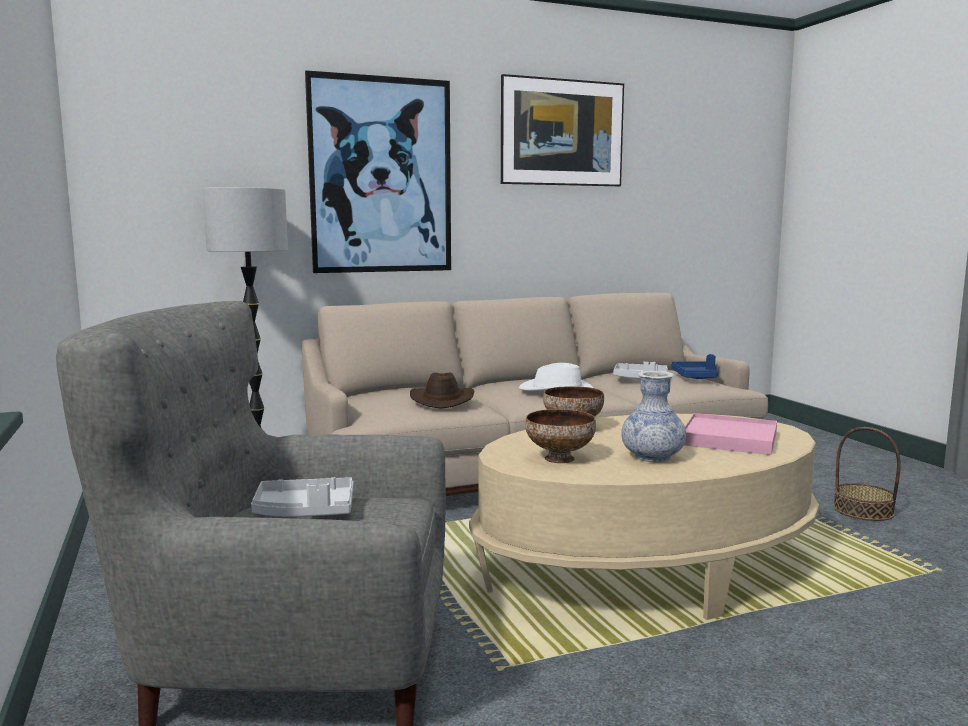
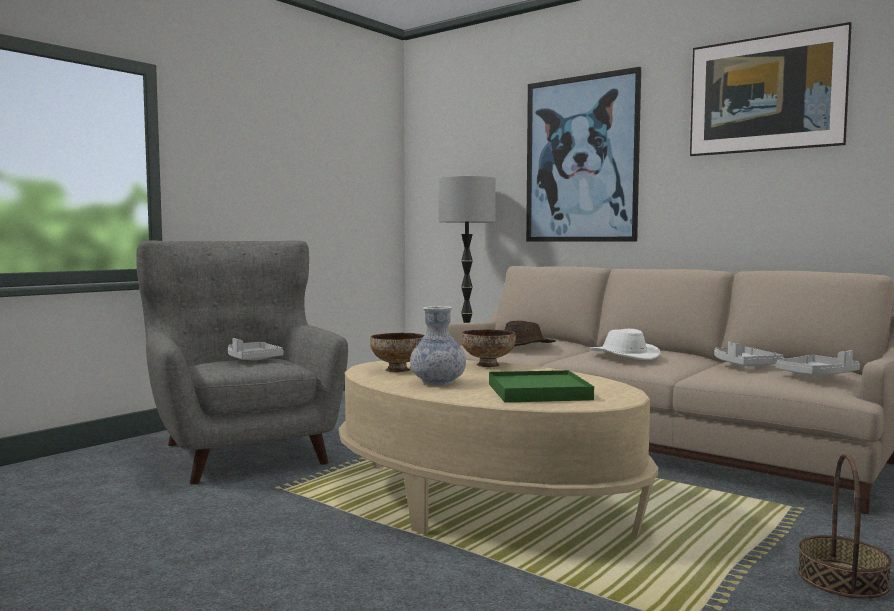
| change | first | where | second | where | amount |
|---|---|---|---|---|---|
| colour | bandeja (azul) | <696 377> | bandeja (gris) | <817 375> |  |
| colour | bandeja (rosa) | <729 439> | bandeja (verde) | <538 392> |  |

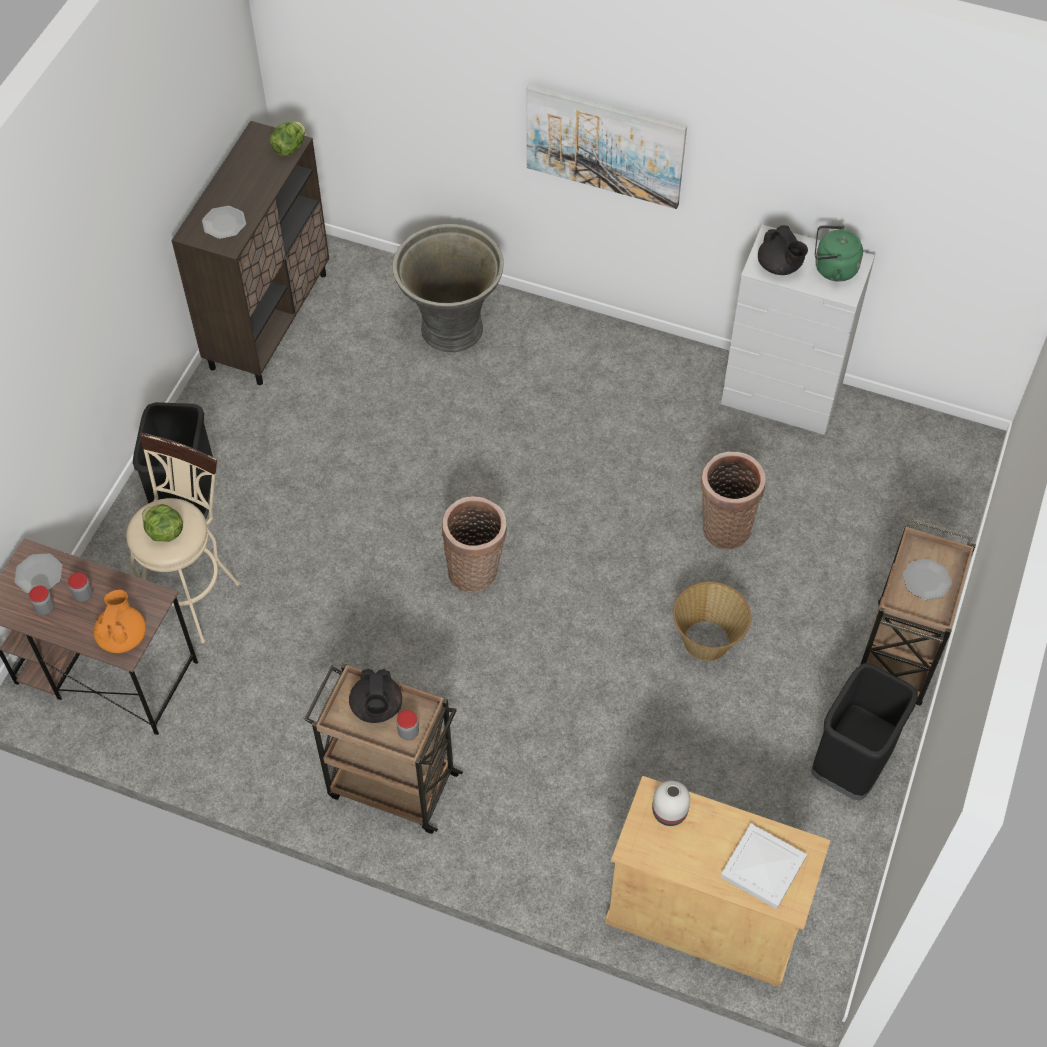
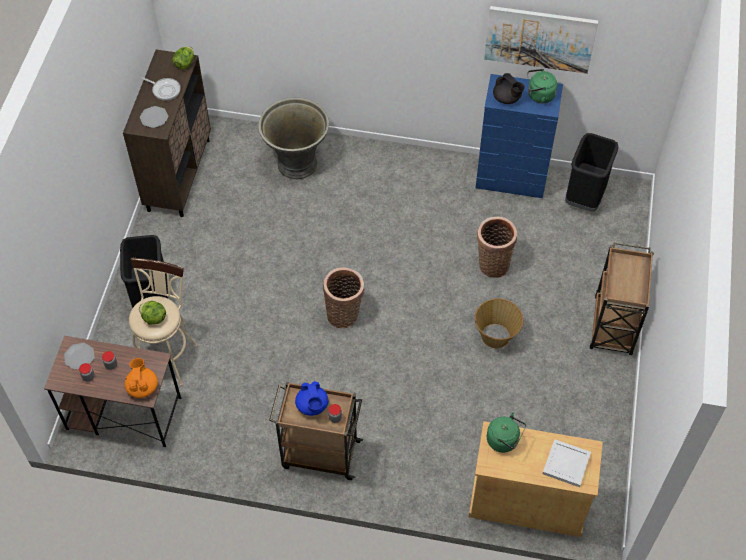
| change | first | where | second | where | amount |
|---|---|---|---|---|---|
| relocated | cuadro | <605 145> |  | <539 38> |  |
| colour | cómoda (blanco) | <781 397> | cómoda (azul) | <511 178> |  |
| missing | plato | <926 580> |  |  |  |
| relocated | papelera (negro) | <851 765> |  | <585 197> |  |
| colour | tetera (negro) | <377 708> | tetera (azul) | <312 406> |  |
| exchanged | florero (blanco) | <669 813> | hervidor (verde) | <504 441> |  |
| appeared |  |  | sartén | <165 90> |  |

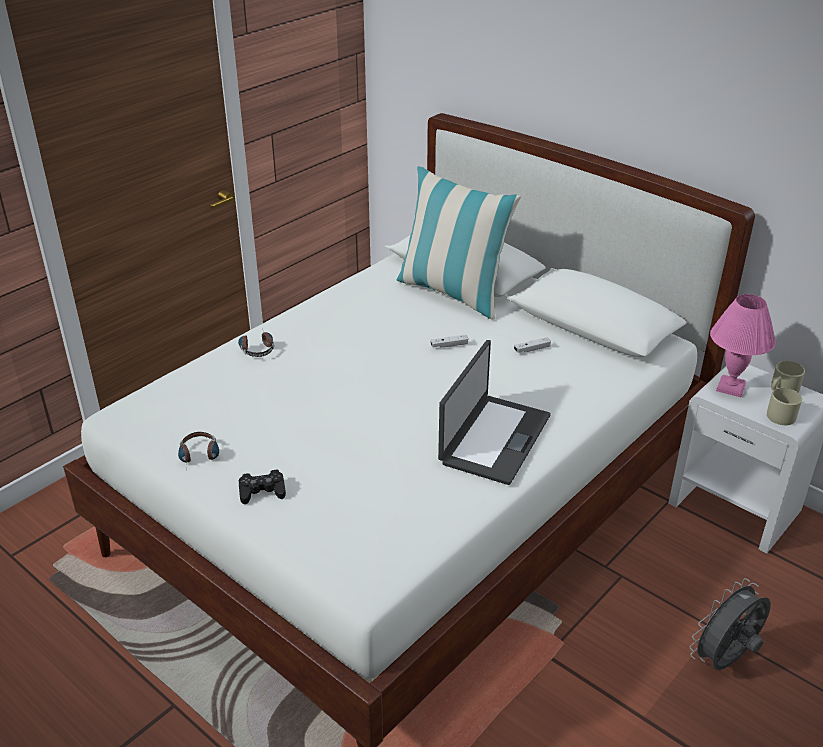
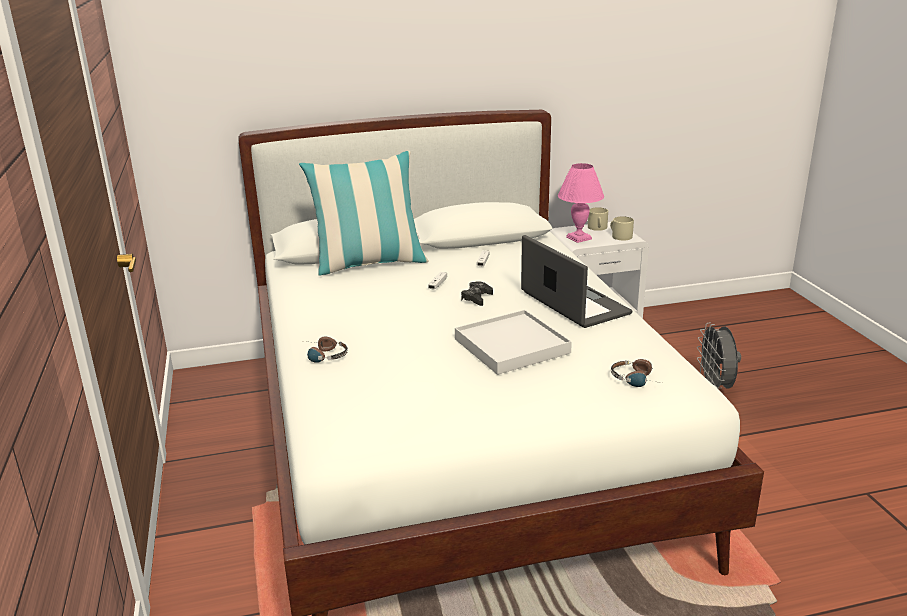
| change | first | where | second | where | amount |
|---|---|---|---|---|---|
| relocated | auriculares | <199 457> |  | <639 379> |  |
| relocated | mando de consola (negro) | <262 491> |  | <477 298> |  |
| appeared |  |  | bandeja (blanco) | <511 346> |  |

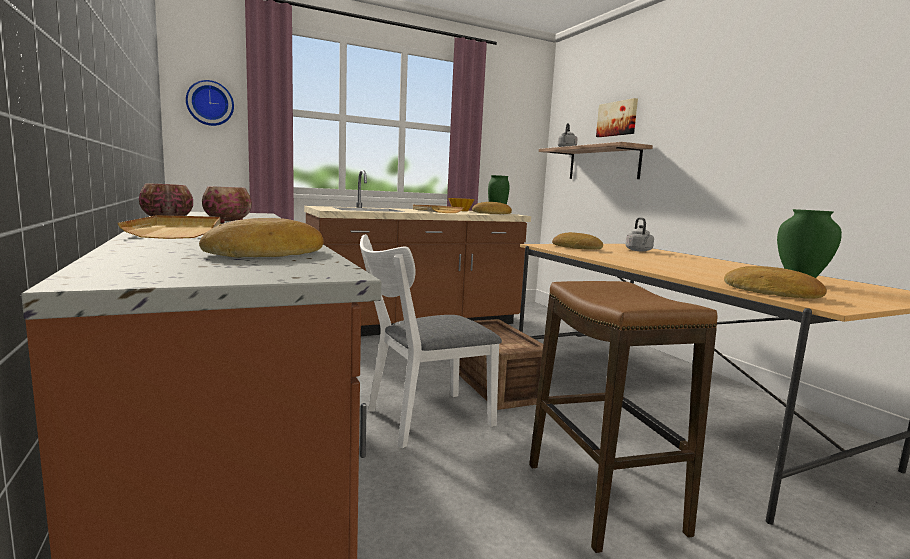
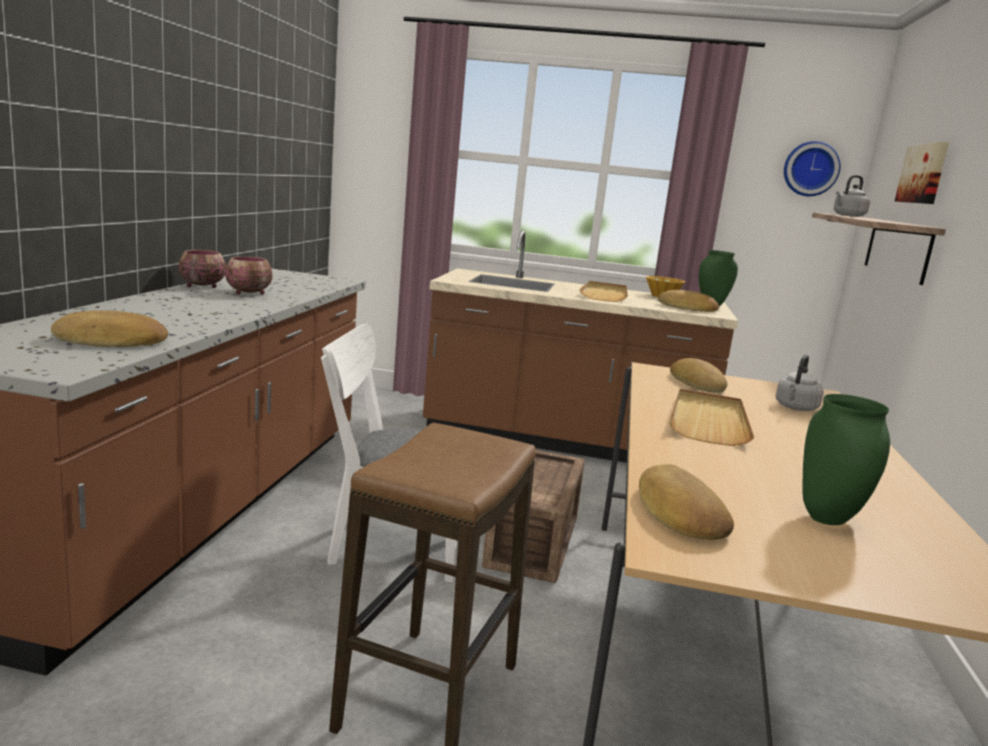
| change | first | where | second | where | amount |
|---|---|---|---|---|---|
| relocated | reloj de pared | <210 103> |  | <810 169> |  |
| relocated | bandeja (beis) | <180 231> |  | <708 421> |  |

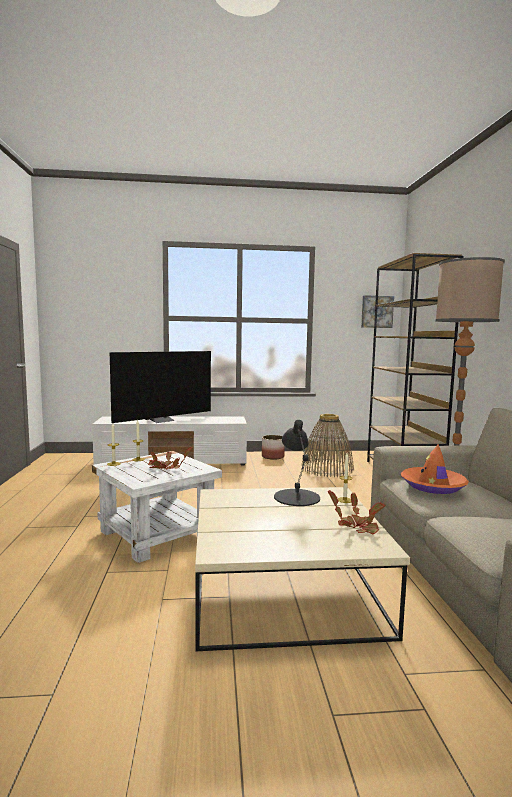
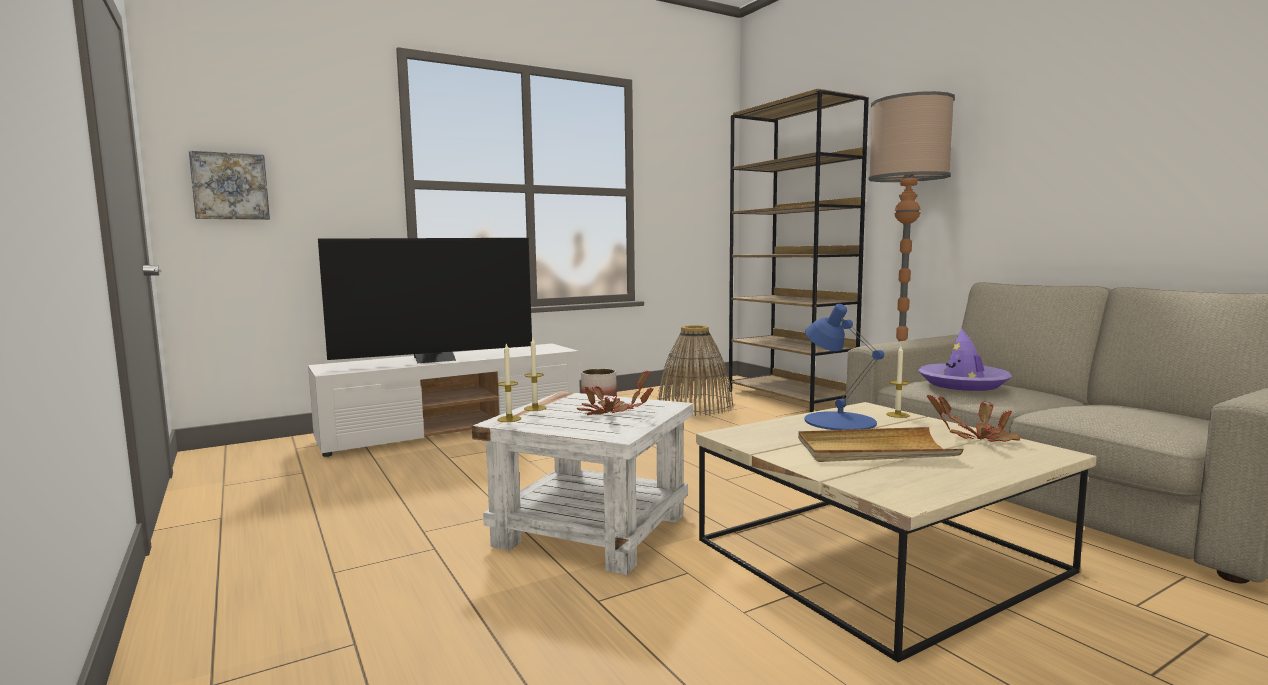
| change | first | where | second | where | amount |
|---|---|---|---|---|---|
| relocated | cuadro | <376 312> |  | <230 186> |  |
| spun | televisor | <162 420> |  | <436 360> | 45 degrees clockwise |
| colour | lámpara de mesa (negro) | <297 497> | lámpara de mesa (azul) | <839 421> |  |
| colour | sombrero (naranja) | <433 486> | sombrero (morado) | <963 384> |  |
| appeared |  |  | bandeja (beis) | <874 451> |  |

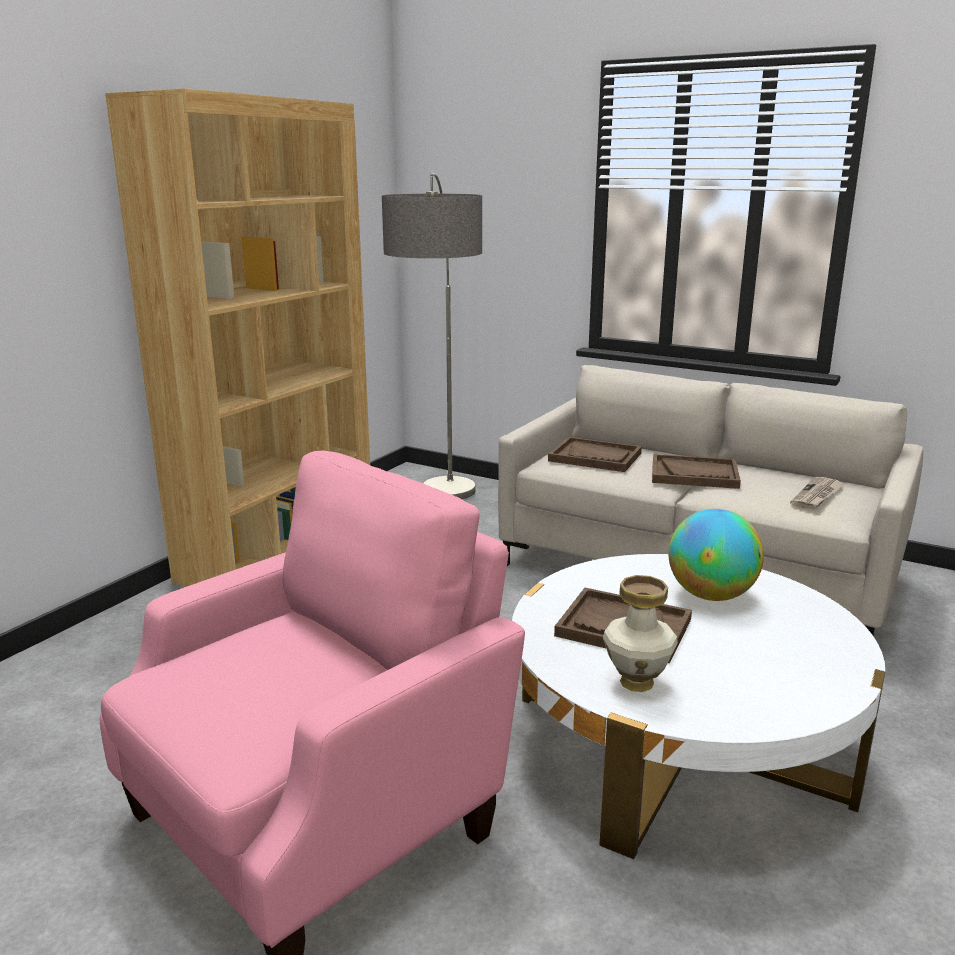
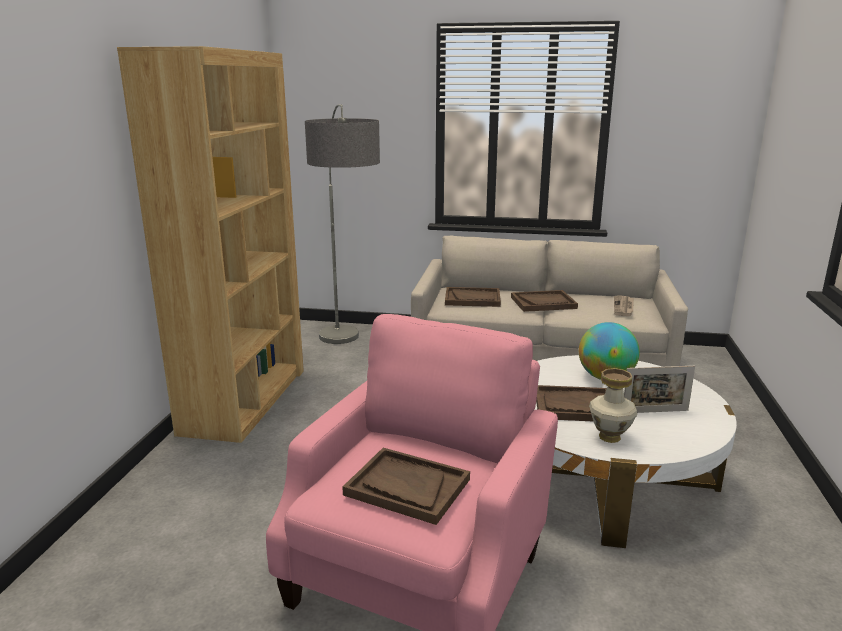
| change | first | where | second | where | amount |
|---|---|---|---|---|---|
| appeared |  |  | portarretratos | <655 411> |  |
| appeared |  |  | bandeja (marrón) | <407 487> |  |

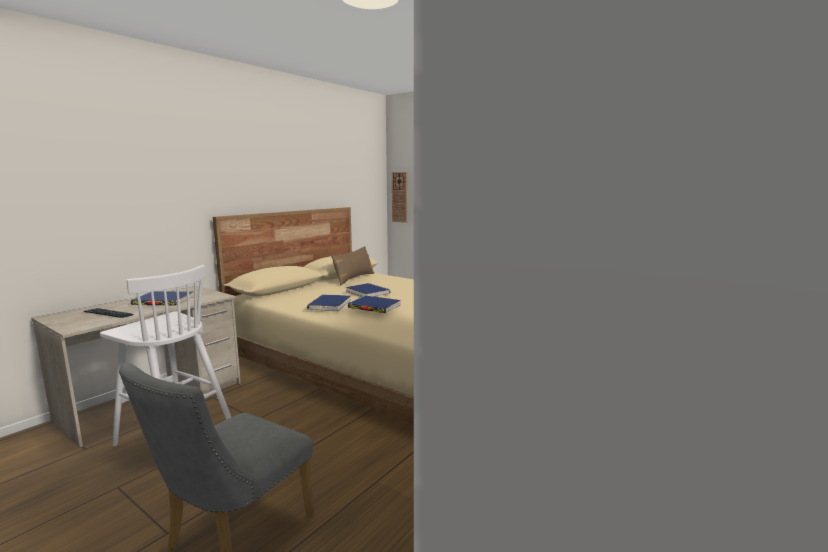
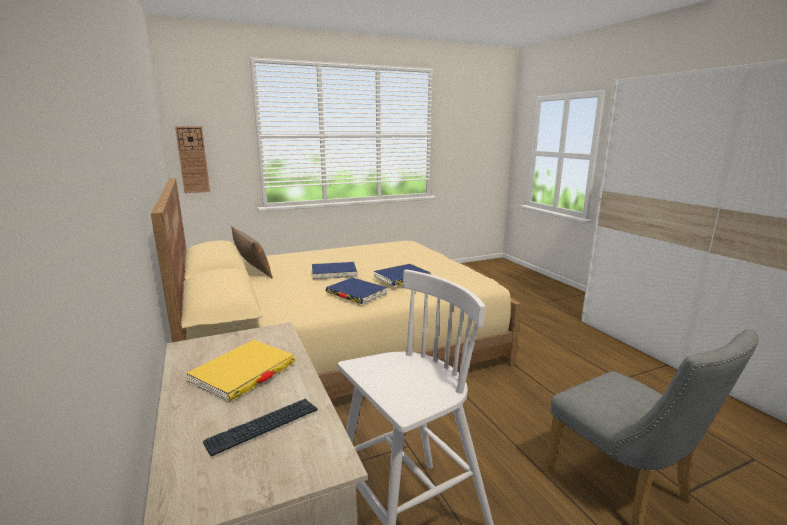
| change | first | where | second | where | amount |
|---|---|---|---|---|---|
| colour | libro (azul) | <163 301> | libro (amarillo) | <243 373> |  |

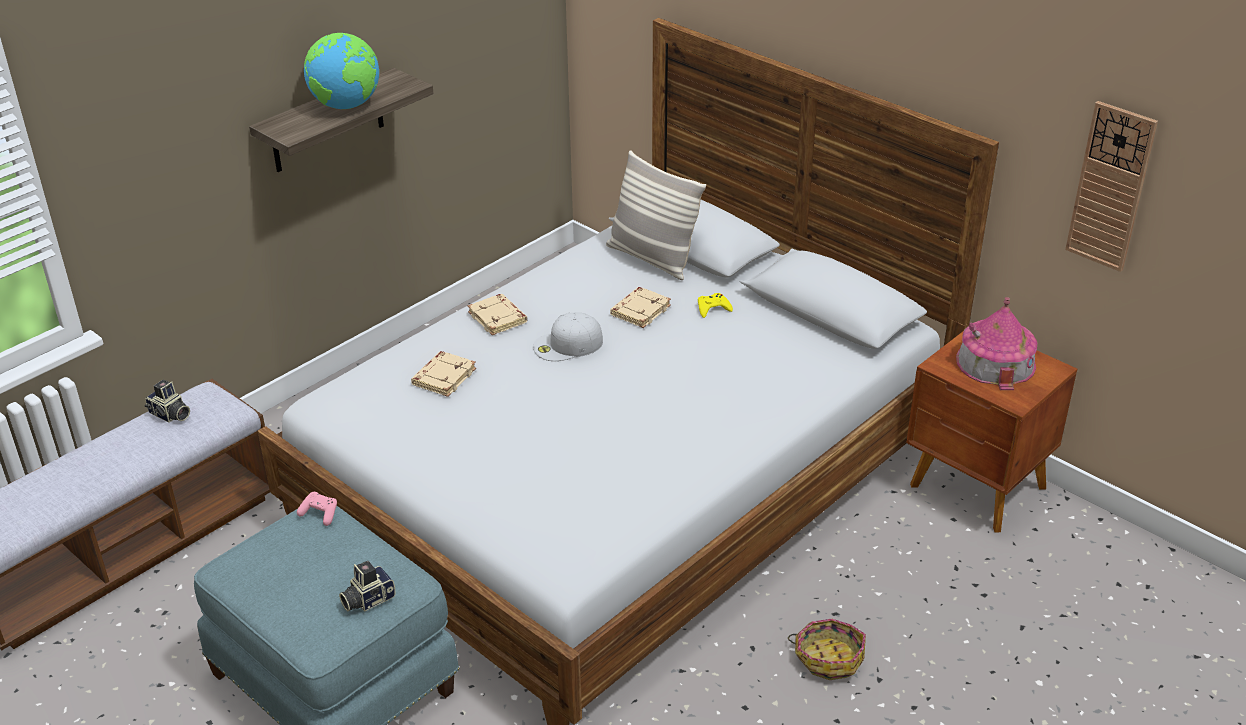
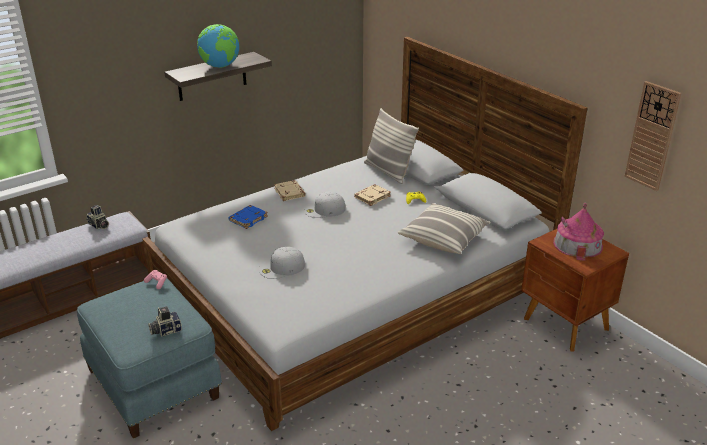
| change | first | where | second | where | amount |
|---|---|---|---|---|---|
| colour | libro (beis) | <443 377> | libro (azul) | <248 219> |  |
| missing | cesta | <828 657> |  |  |  |
| appeared |  |  | cojín | <444 238> |  |
| appeared |  |  | gorra (blanco) | <281 268> |  |

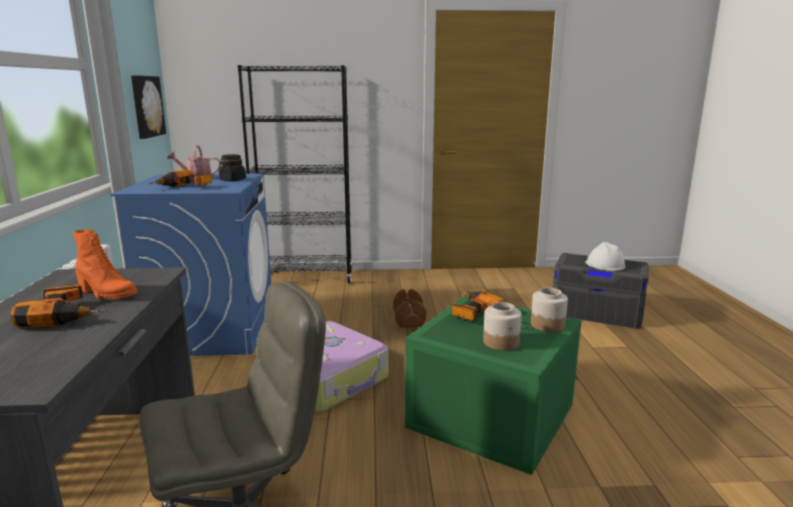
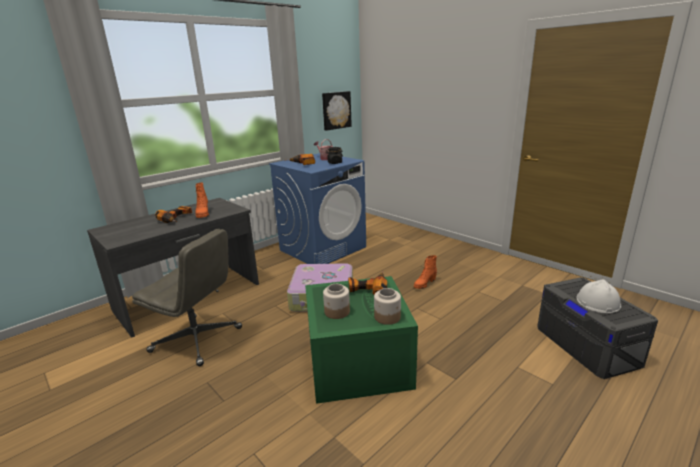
| change | first | where | second | where | amount |
|---|---|---|---|---|---|
| missing | estantería (negro) | <305 278> |  |  |  |
| exchanged | mancuerna (marrón) | <409 319> | bota (naranja) | <424 284> |  |

